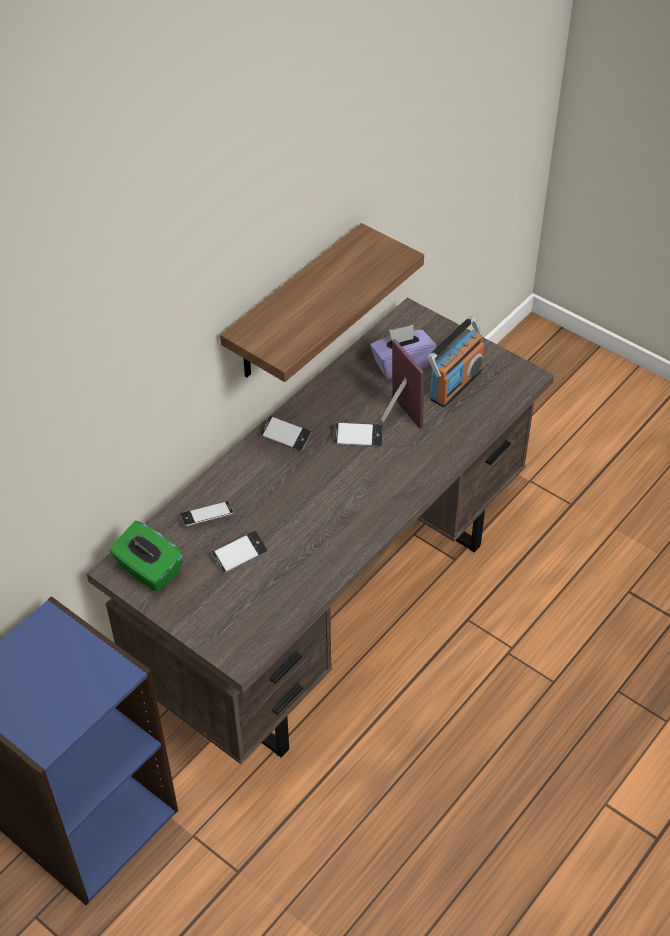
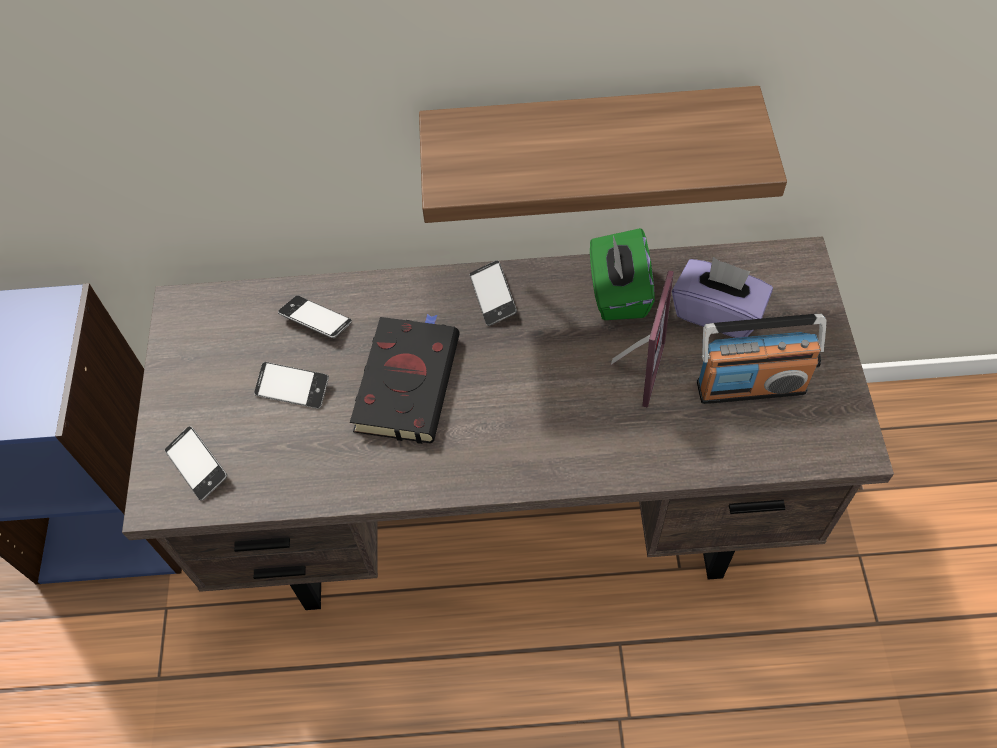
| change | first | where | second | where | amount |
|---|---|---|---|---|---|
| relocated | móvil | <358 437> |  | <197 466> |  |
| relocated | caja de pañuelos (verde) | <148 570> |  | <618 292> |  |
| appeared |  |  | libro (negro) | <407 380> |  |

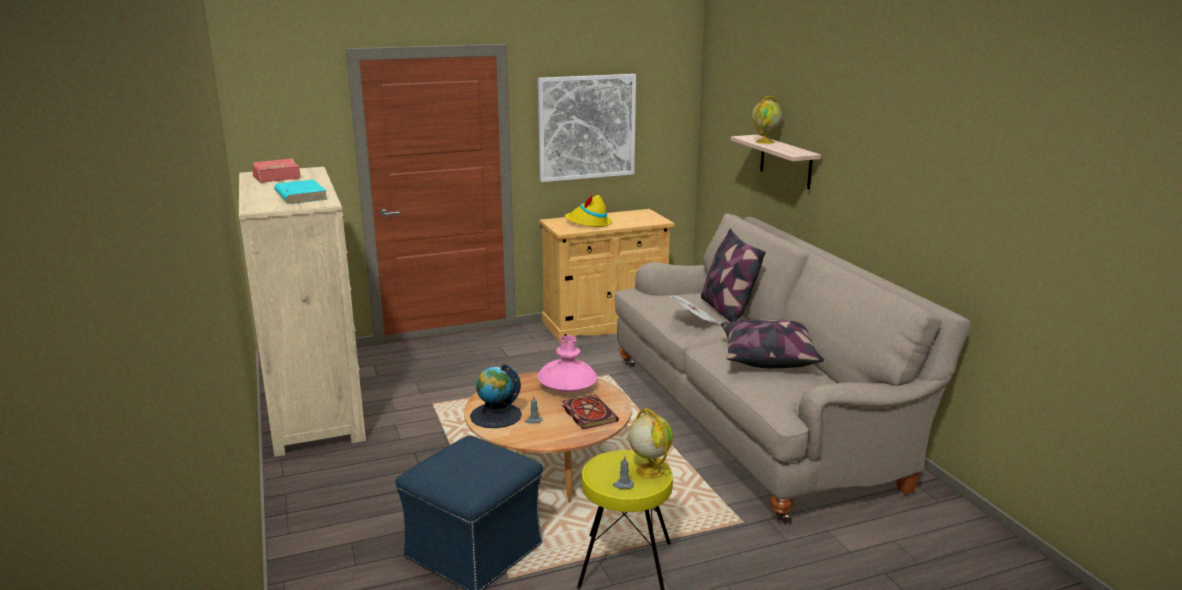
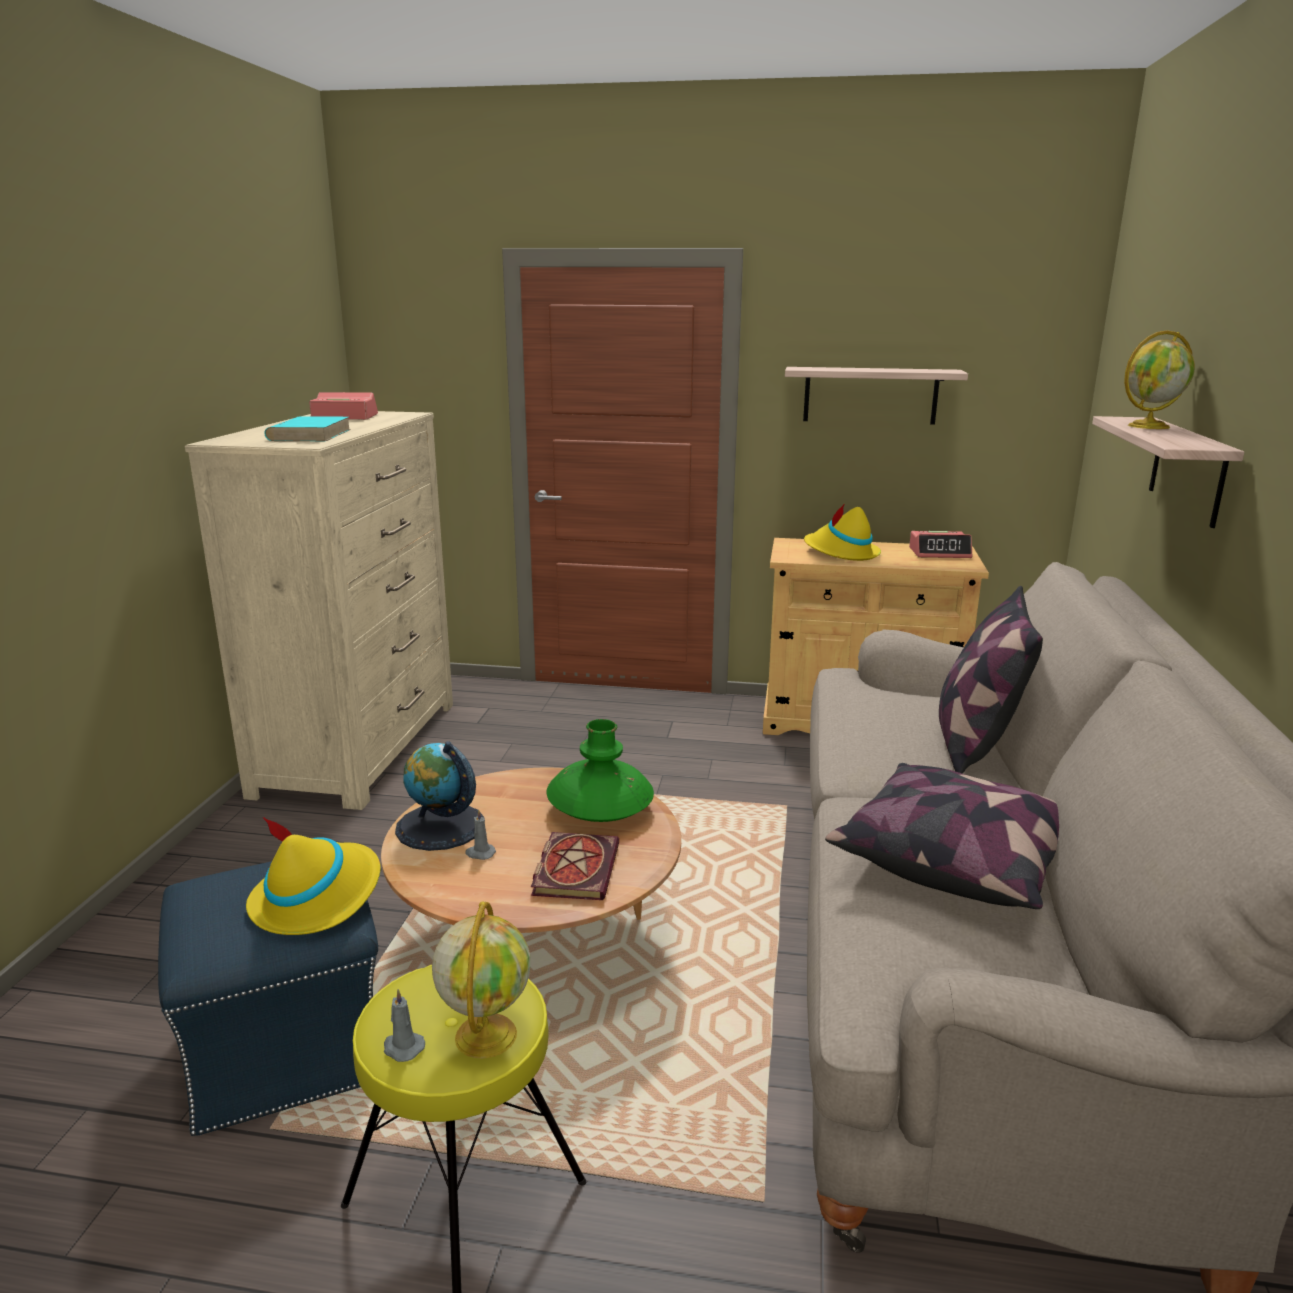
| change | first | where | second | where | amount |
|---|---|---|---|---|---|
| exchanged | cuadro | <586 127> | estante | <870 395> |  |
| missing | periódico | <695 323> |  |  |  |
| colour | florero (rosa) | <567 387> | florero (verde) | <600 809> |  |
| appeared |  |  | despertador | <940 553> |  |
| appeared |  |  | sombrero (amarillo) | <317 897> |  |

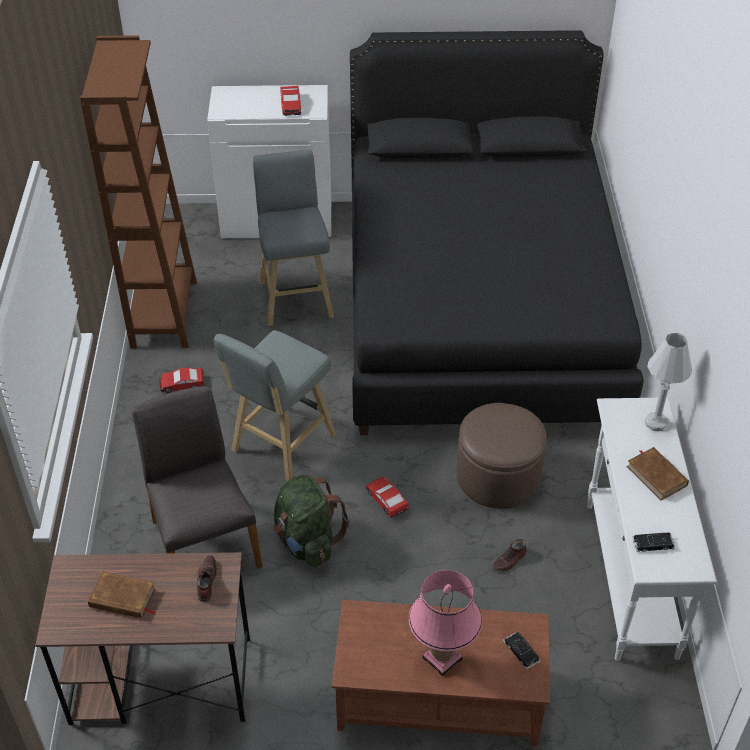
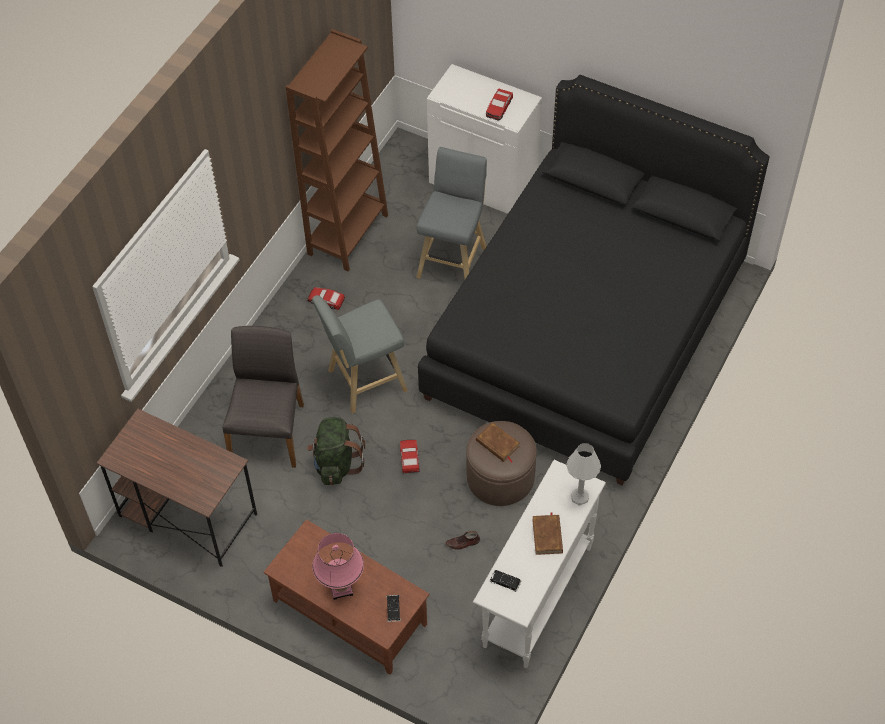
| change | first | where | second | where | amount |
|---|---|---|---|---|---|
| missing | zapato (marrón) | <206 580> |  |  |  |
| relocated | libro (marrón) | <122 598> |  | <497 444> |  |

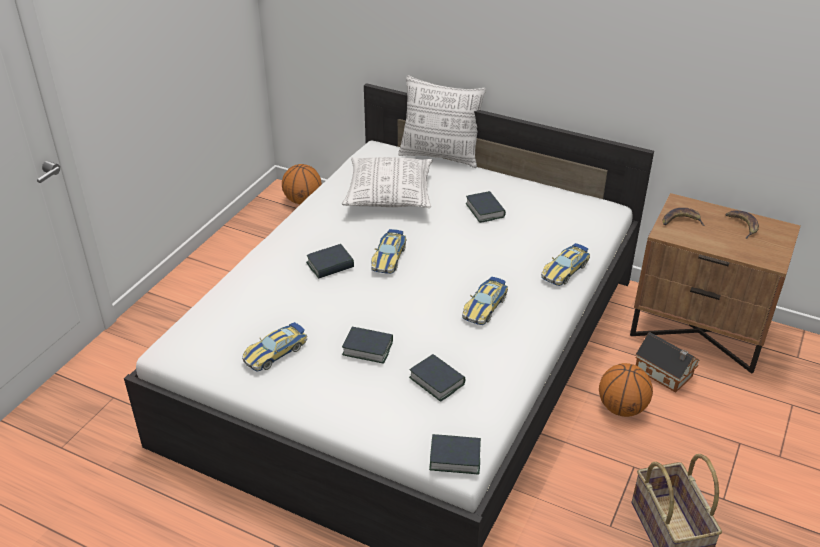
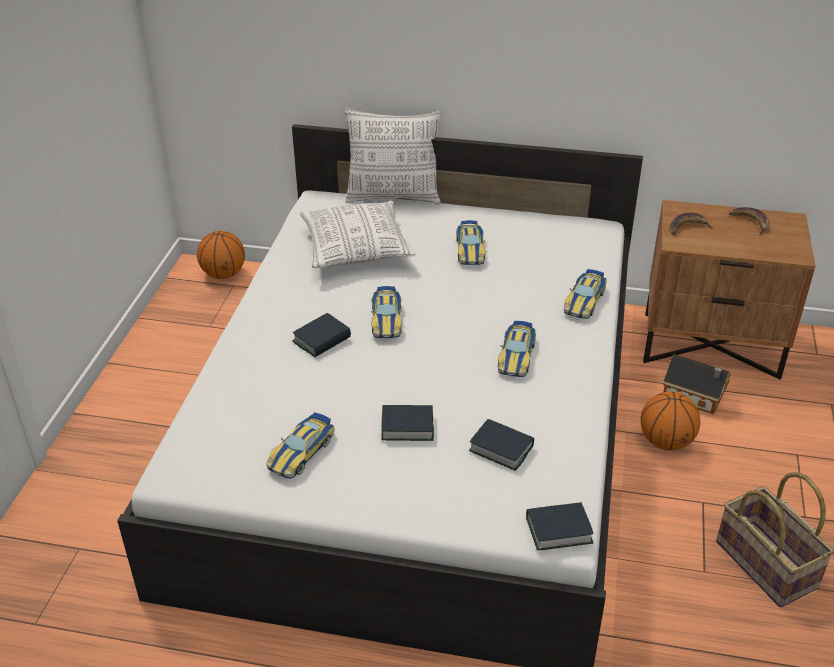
| change | first | where | second | where | amount |
|---|---|---|---|---|---|
| exchanged | libro | <485 210> | coche de juguete | <470 249> |  |

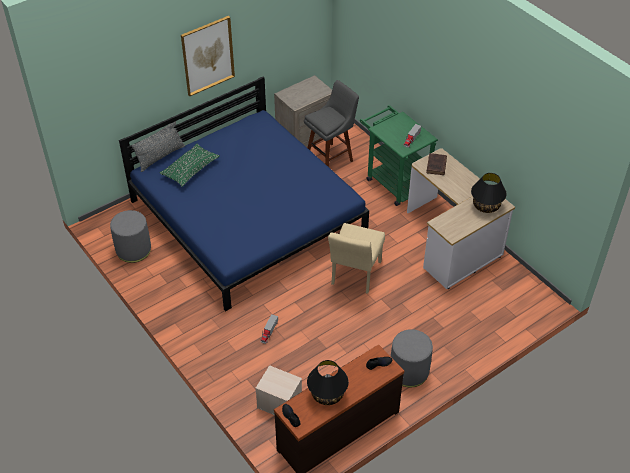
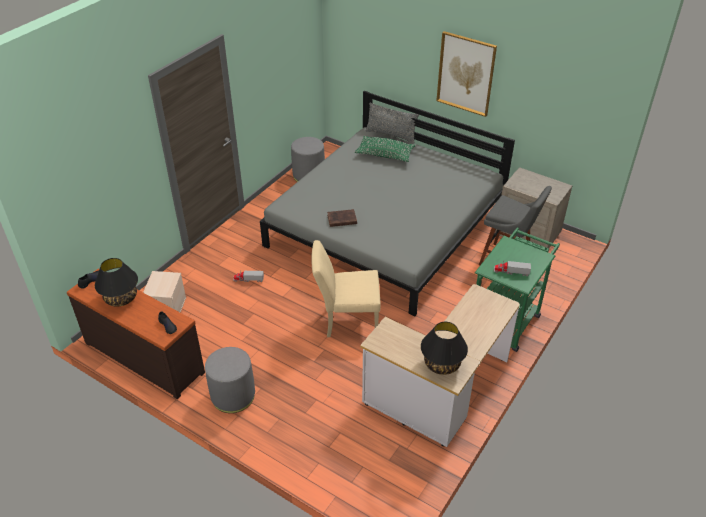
| change | first | where | second | where | amount |
|---|---|---|---|---|---|
| colour | cama (azul) | <247 216> | cama (gris) | <386 227> |  |
| relocated | libro (marrón) | <436 166> |  | <341 220> |  |

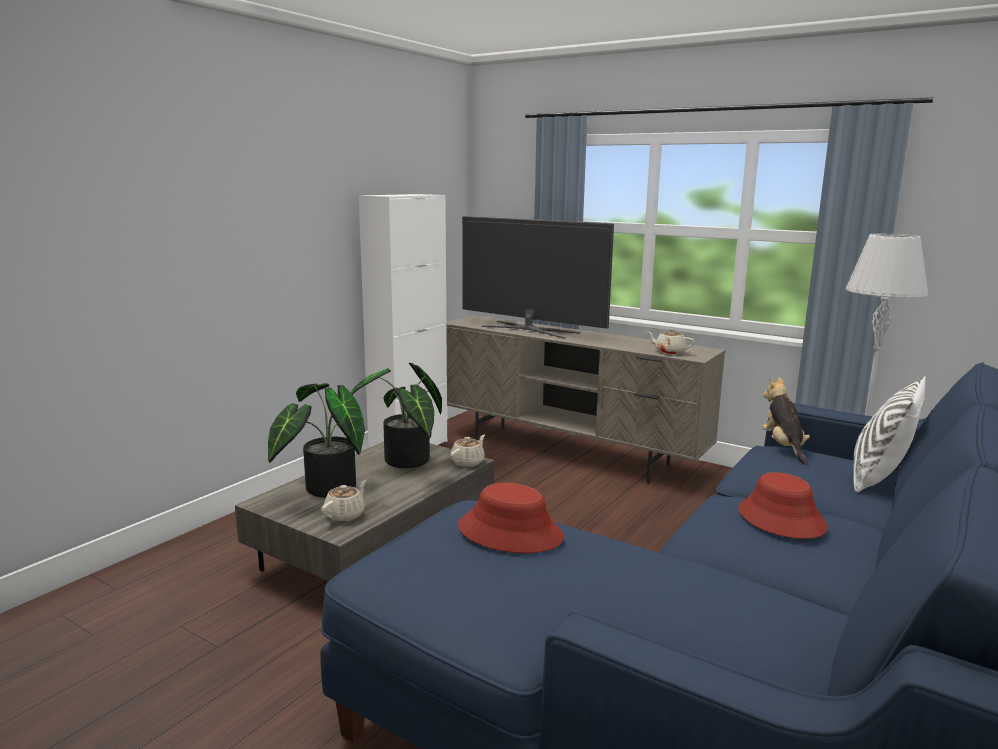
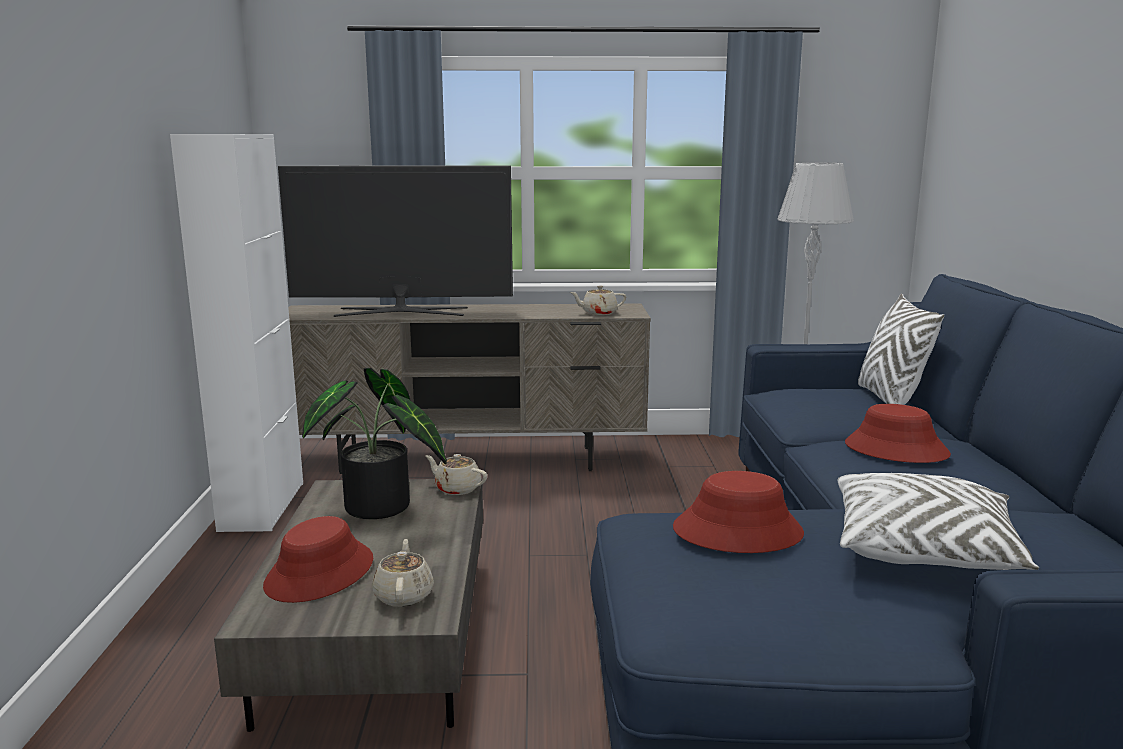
| change | first | where | second | where | amount |
|---|---|---|---|---|---|
| missing | peluche | <783 447> |  |  |  |
| exchanged | planta en maceta | <324 488> | sombrero (rojo) | <320 573> |  |
| spun | tetera (beis) | <468 462> |  | <457 489> | 60 degrees counterclockwise |
| appeared |  |  | cojín (blanco) | <924 549> |  |

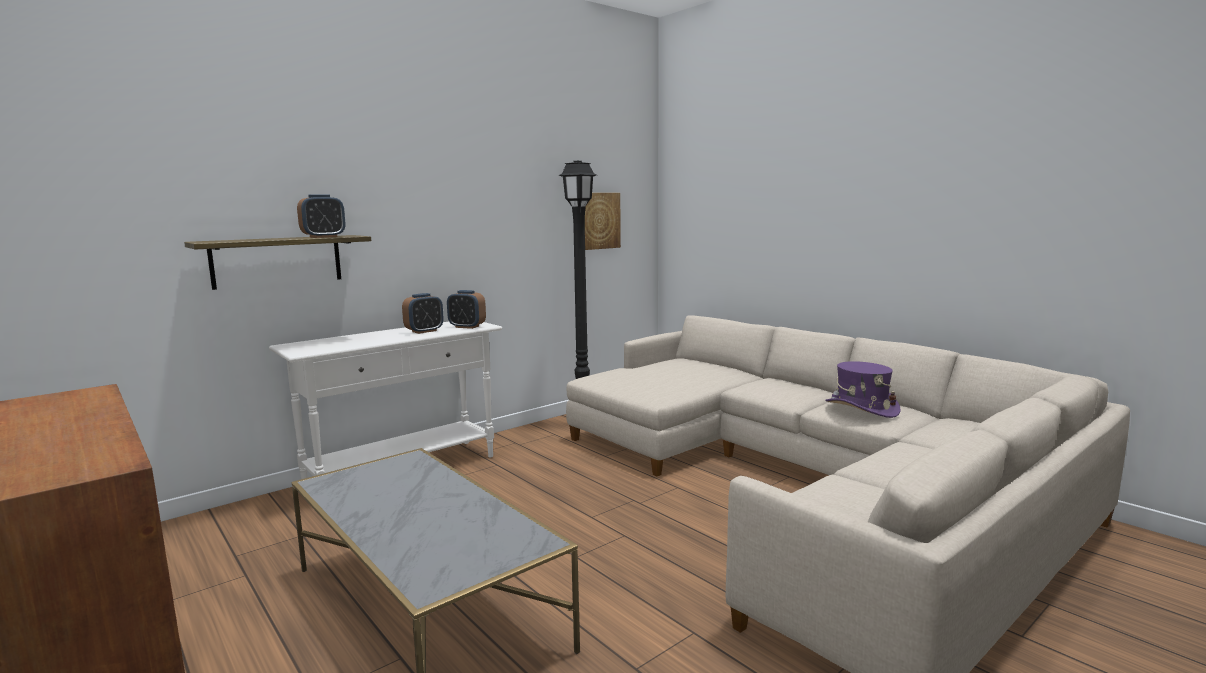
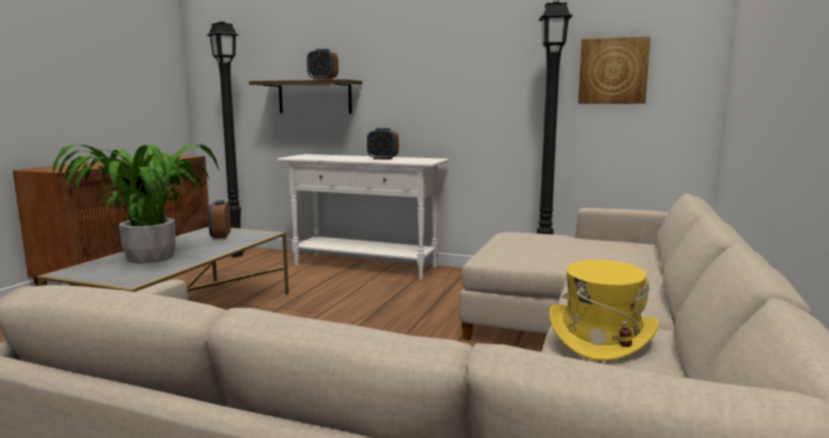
| change | first | where | second | where | amount |
|---|---|---|---|---|---|
| relocated | despertador | <467 327> |  | <220 236> |  |
| colour | sombrero (morado) | <861 408> | sombrero (amarillo) | <600 336> |  |
| appeared |  |  | lámpara de pie (negro) | <237 255> |  |
| appeared |  |  | planta en maceta | <151 257> |  |

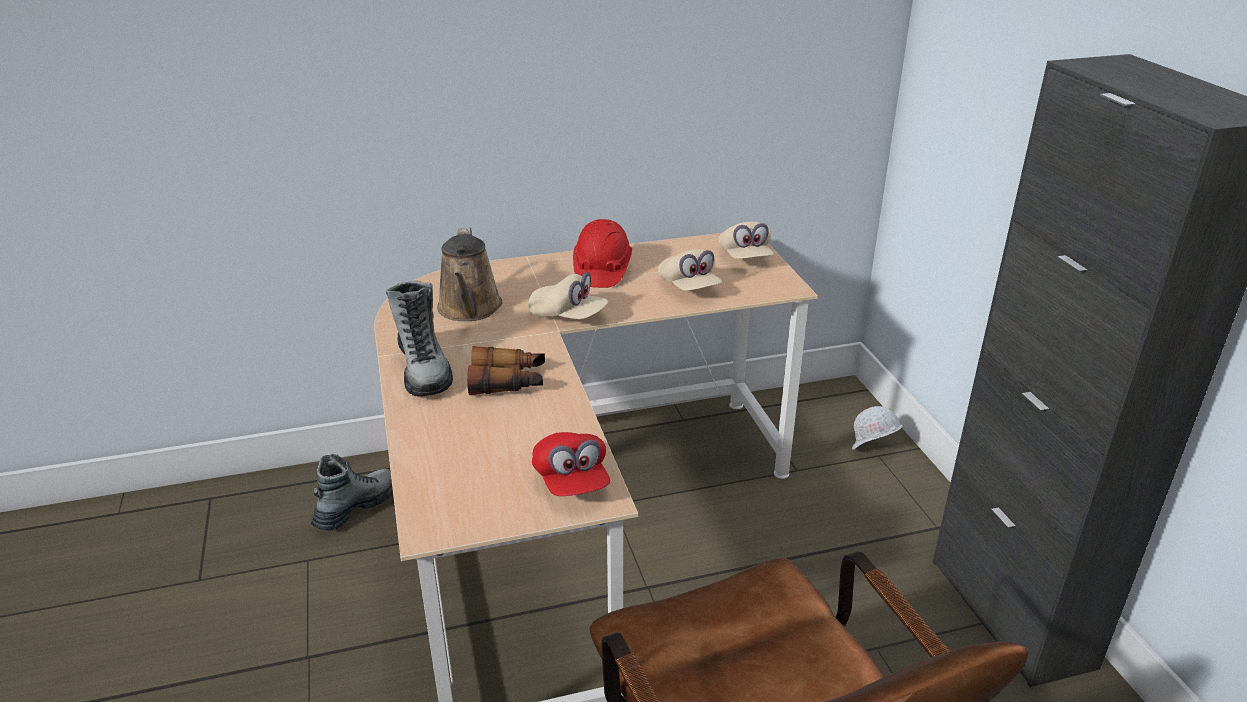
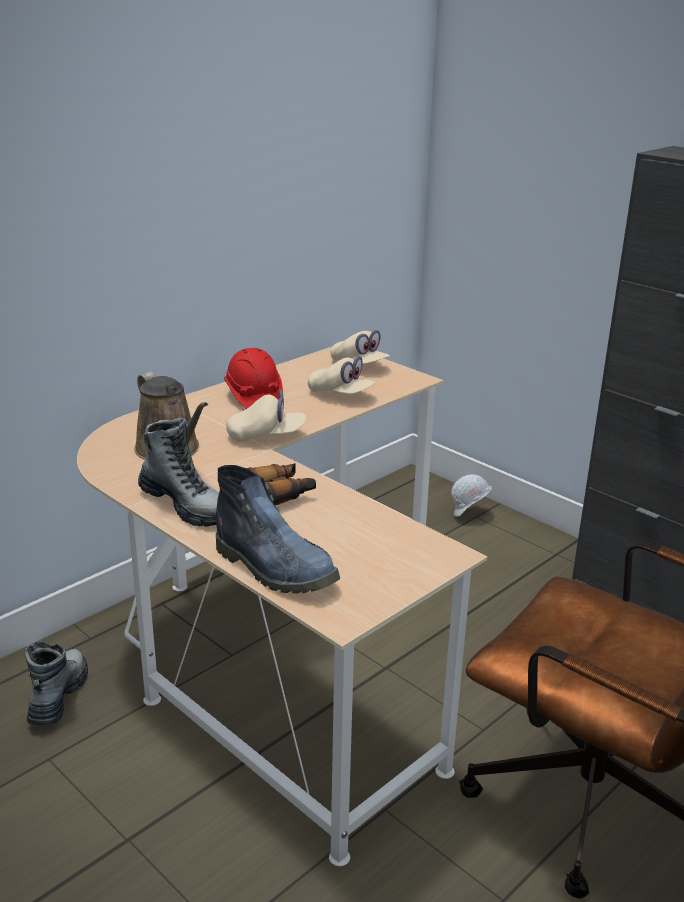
| change | first | where | second | where | amount |
|---|---|---|---|---|---|
| missing | gorra (rojo) | <571 481> |  |  |  |
| appeared |  |  | bota | <276 569> |  |

